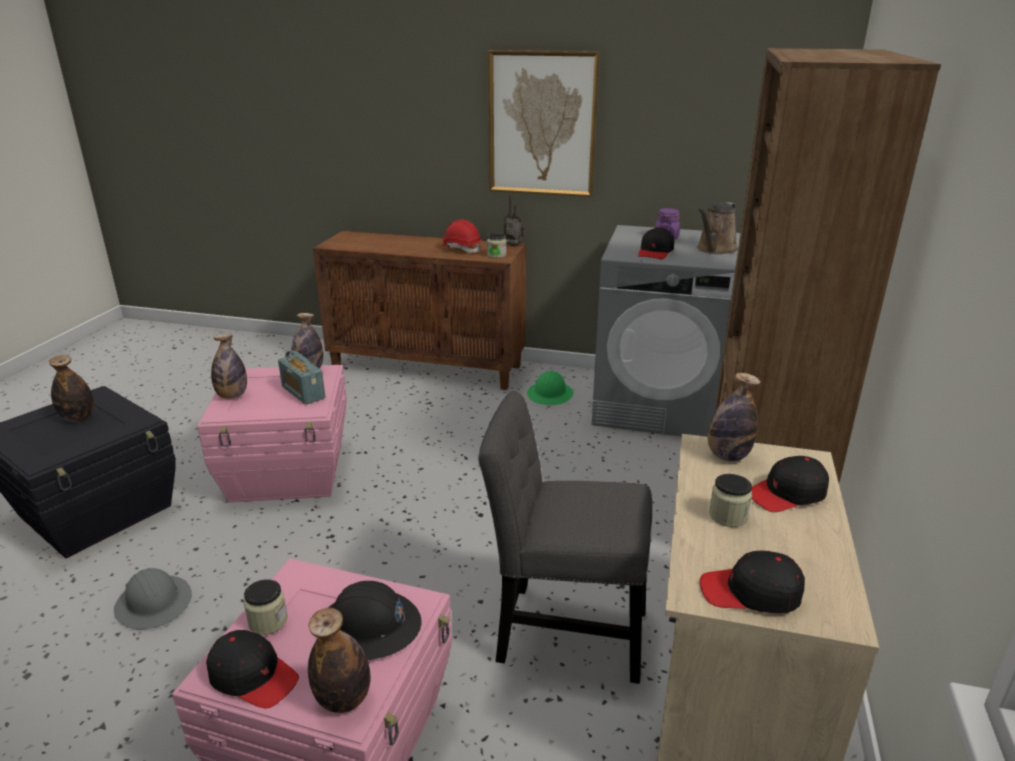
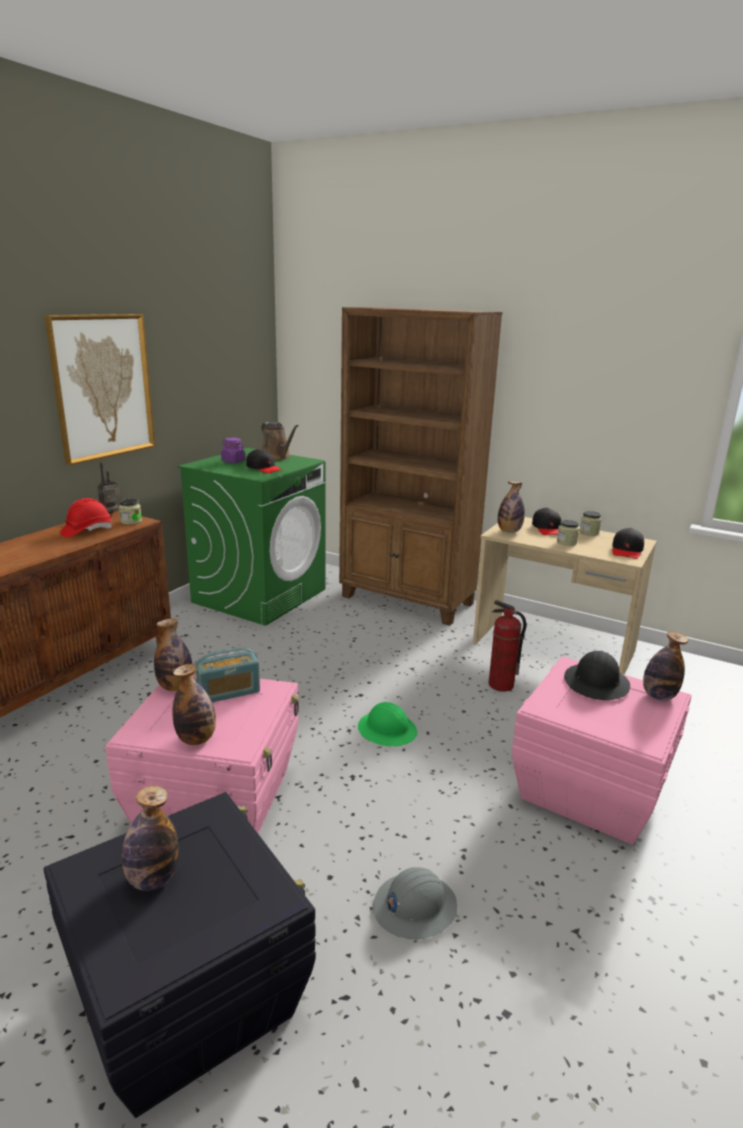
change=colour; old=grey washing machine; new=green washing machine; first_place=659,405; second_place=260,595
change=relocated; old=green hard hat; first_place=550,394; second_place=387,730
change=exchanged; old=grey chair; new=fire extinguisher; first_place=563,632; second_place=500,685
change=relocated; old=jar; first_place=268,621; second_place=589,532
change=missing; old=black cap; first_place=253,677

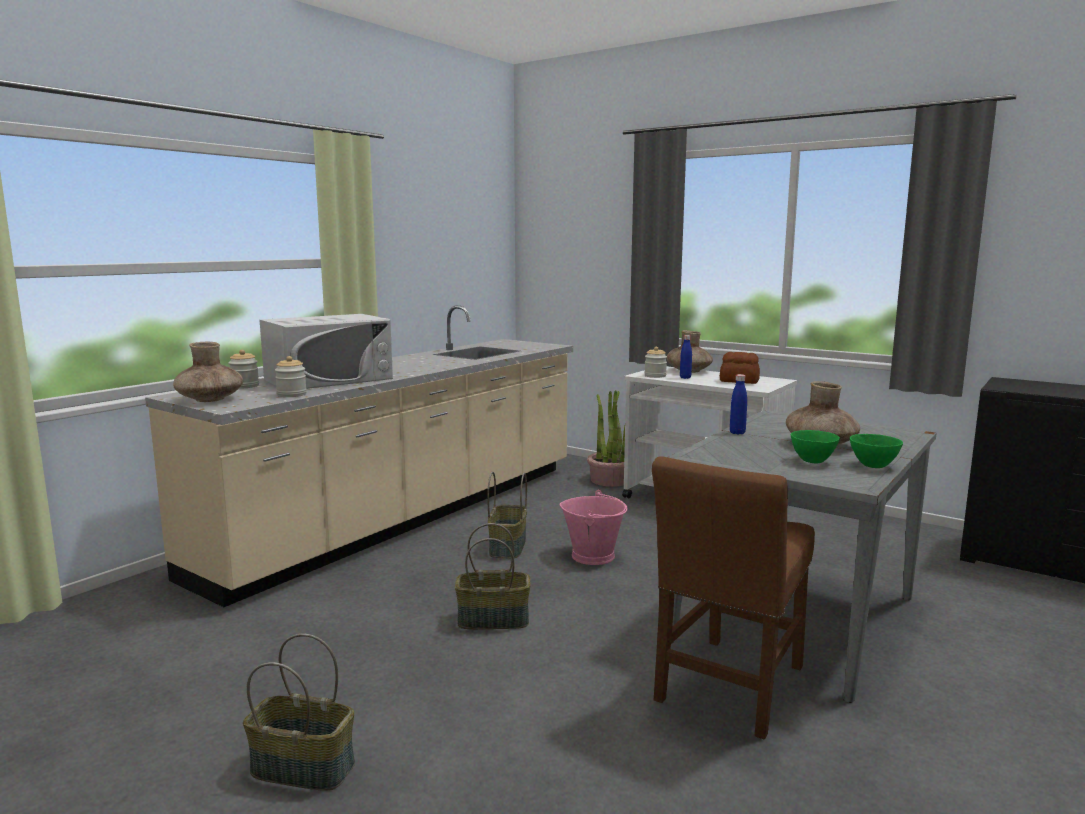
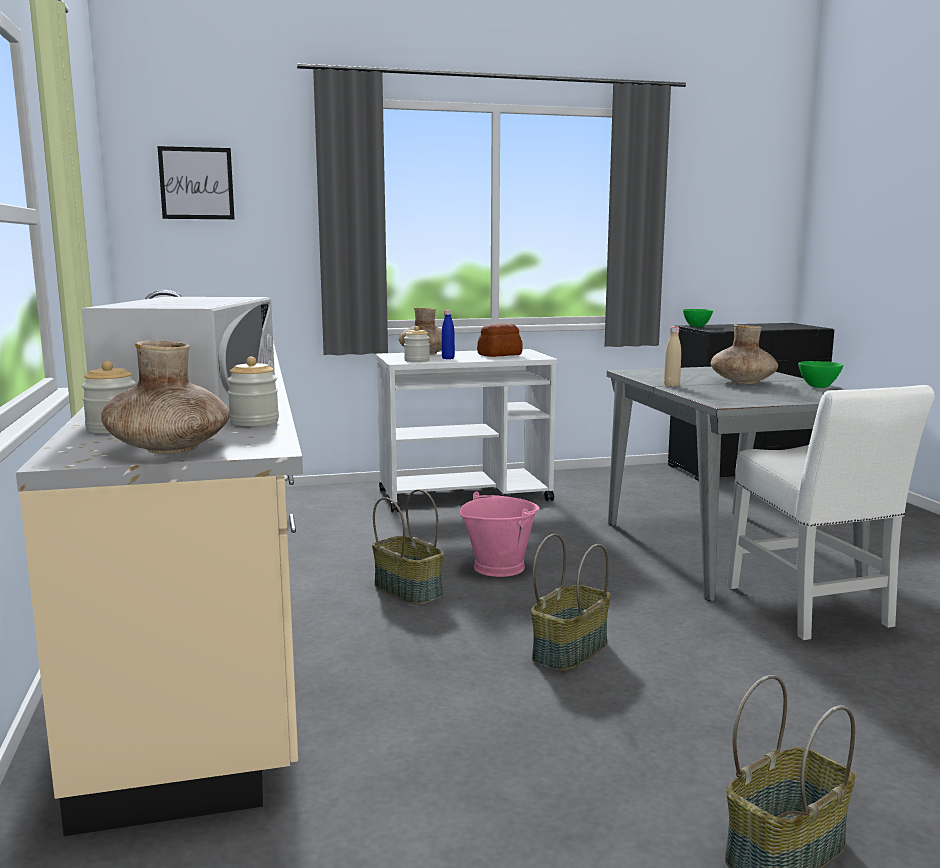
change=colour; old=blue bottle; new=beige bottle; first_place=737,433; second_place=671,385
change=missing; old=potted plant; first_place=610,480
change=relocated; old=green bowl; first_place=813,461; second_place=697,326
change=colour; old=brown chair; new=white chair; first_place=729,688; second_place=810,609
change=appeared; new=picture; second_place=196,183

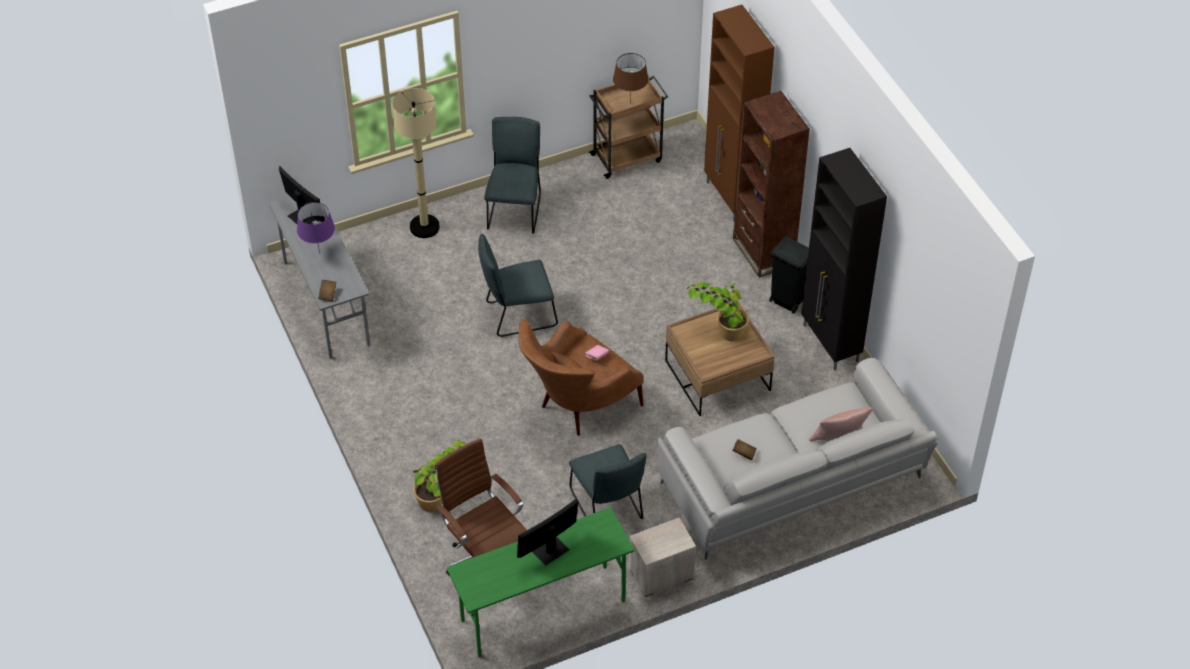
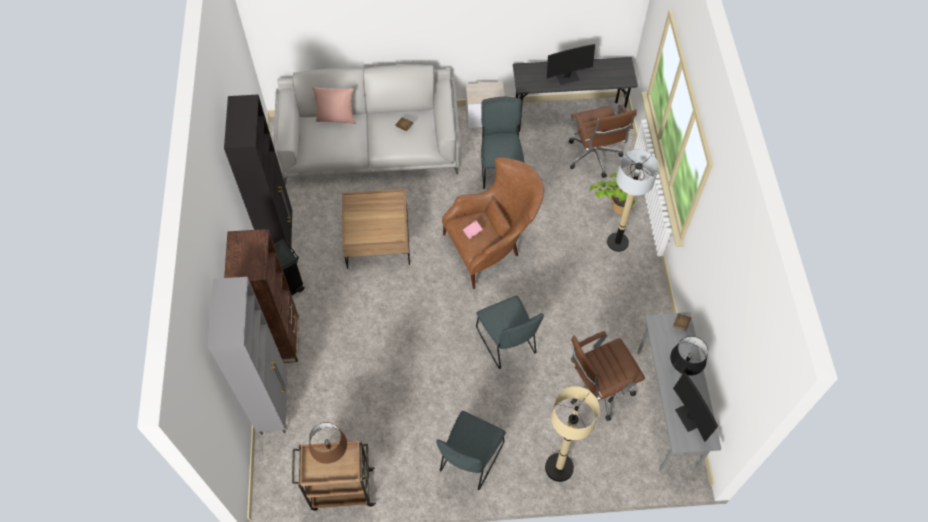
change=colour; old=brown cabinet; new=grey cabinet; first_place=731,199; second_place=274,405
change=colour; old=purple table lamp; new=black table lamp; first_place=319,252; second_place=681,372
change=spun; old=grey chair; first_place=518,315; second_place=507,343; degrees=60
change=missing; old=potted plant; first_place=719,328
change=colour; old=green desk; new=grey desk; first_place=542,612; second_place=568,116
change=appeared; new=floor lamp; second_place=617,242
change=appeared; new=brown office chair; second_place=597,390

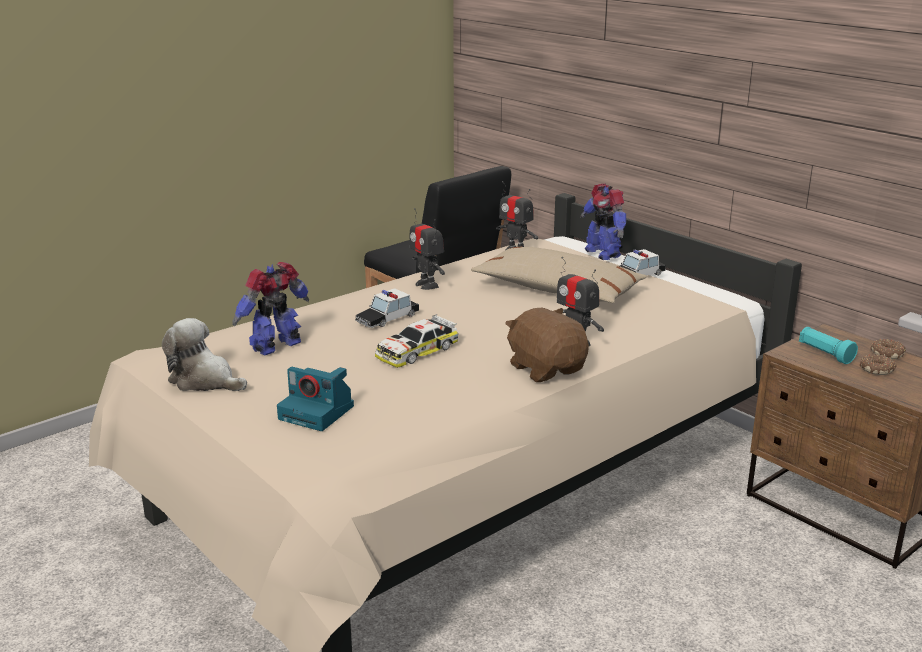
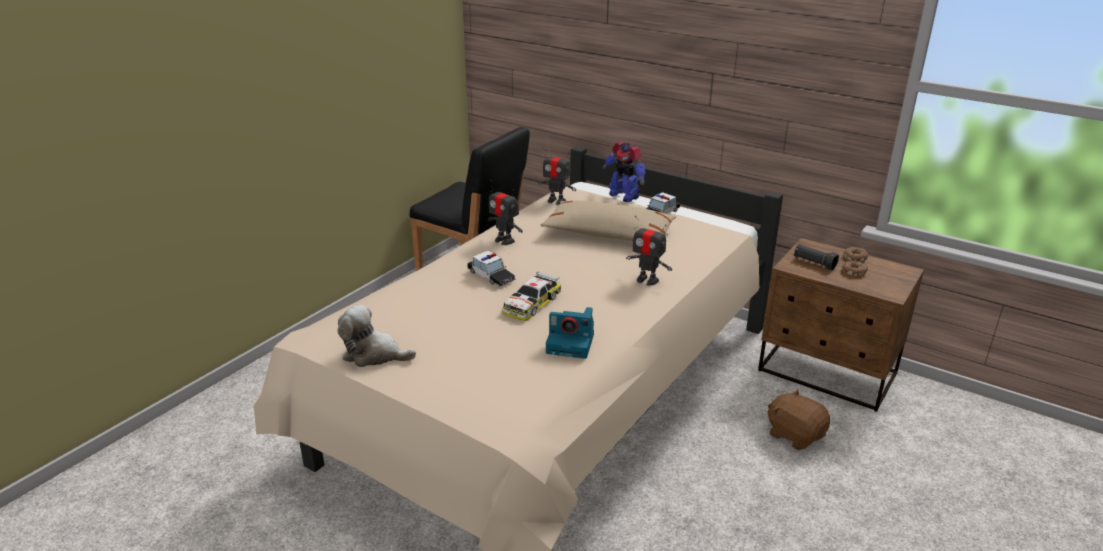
change=missing; old=toy robot; first_place=278,346
change=spun; old=toy car; first_place=387,318; second_place=491,276; degrees=-75
change=relocated; old=brown plush toy; first_place=546,369; second_place=795,435
change=colour; old=turquoise flashlight; new=black flashlight; first_place=825,354; second_place=814,263
change=relocated; old=photo camera; first_place=318,412; second_place=571,343

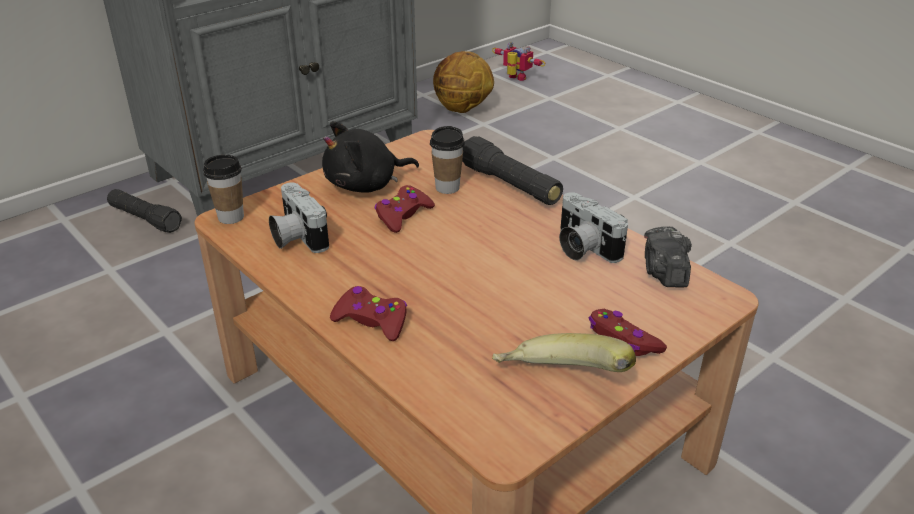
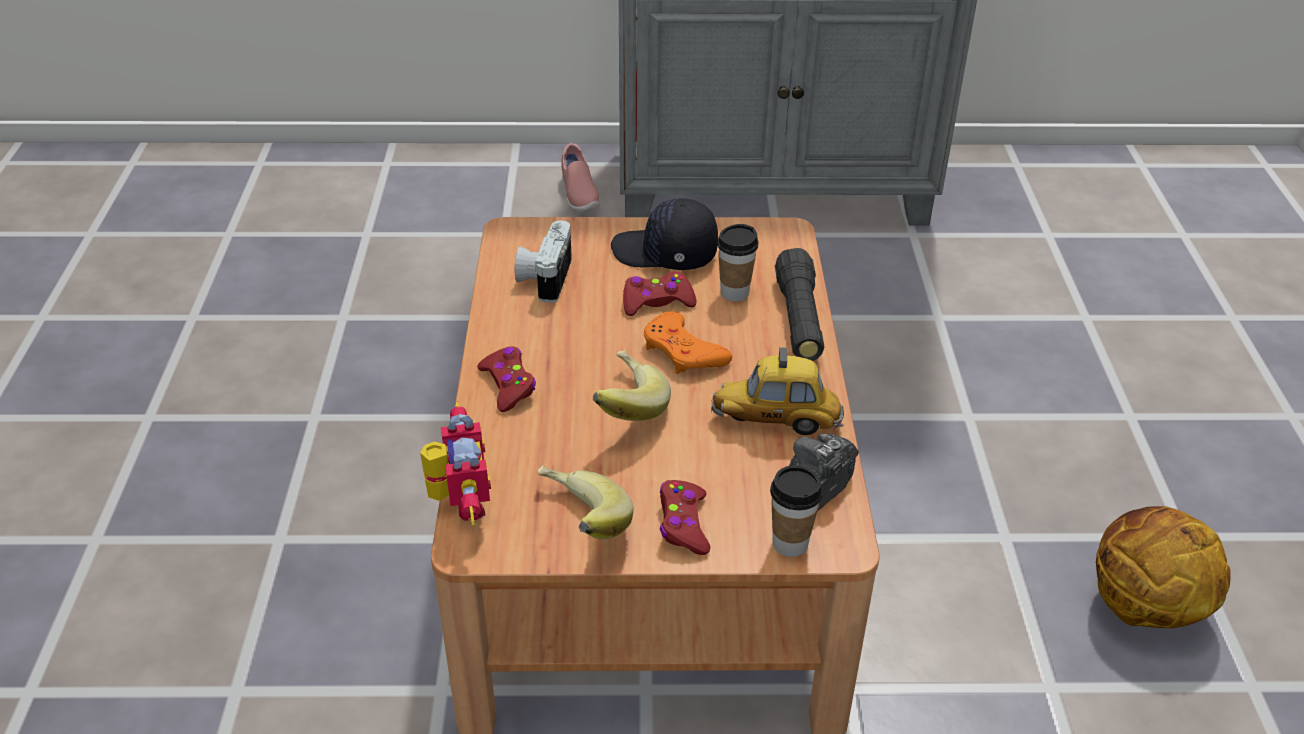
change=relocated; old=toy robot; first_place=515,79; second_place=459,504
change=relocated; old=basketball; first_place=462,110; second_place=1143,608
change=exchanged; old=black plush toy; new=black cap; first_place=366,185; second_place=664,254
change=relocated; old=cup; first_place=231,217; second_place=790,544
change=exchanged; old=black flashlight; new=pink shoe; first_place=145,219; second_place=578,195
change=exchanged; old=photo camera; new=toy car; first_place=582,247; second_place=776,420
change=appeared; new=orange game controller; second_place=683,351
change=appeared; new=banana; second_place=623,407

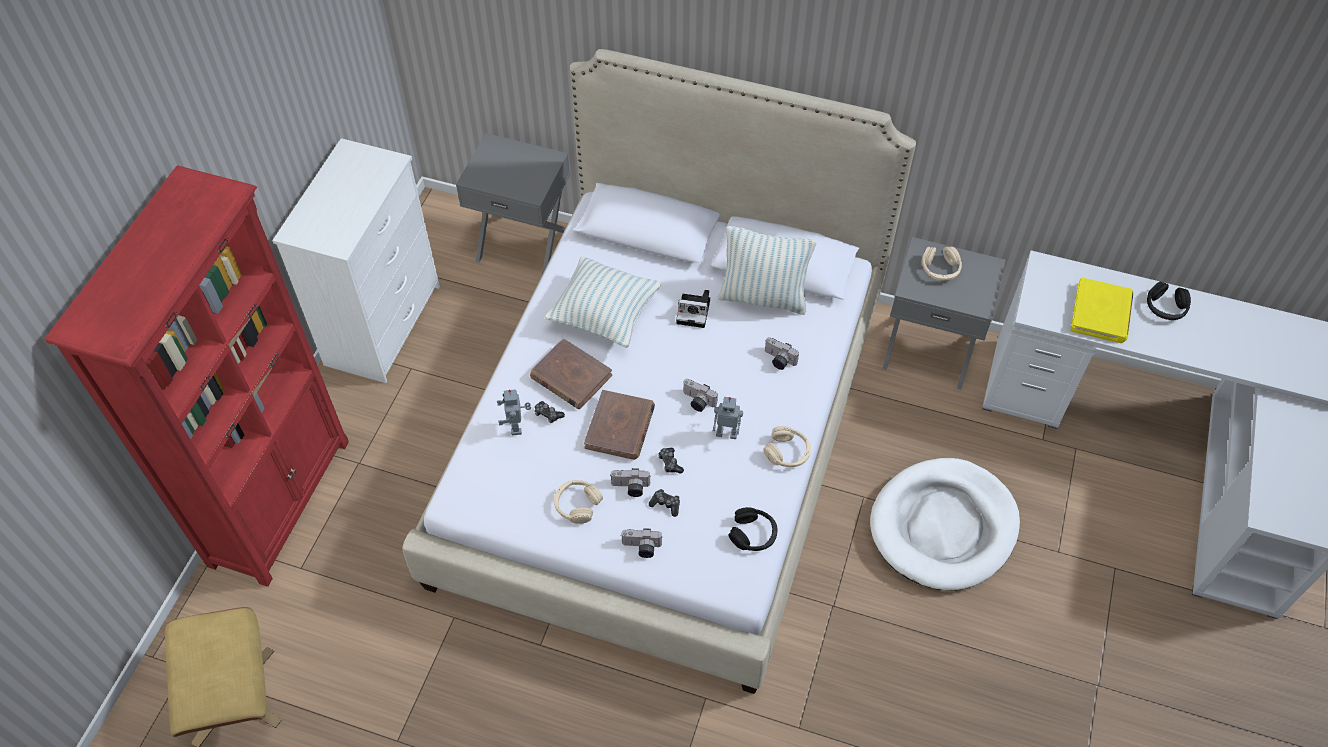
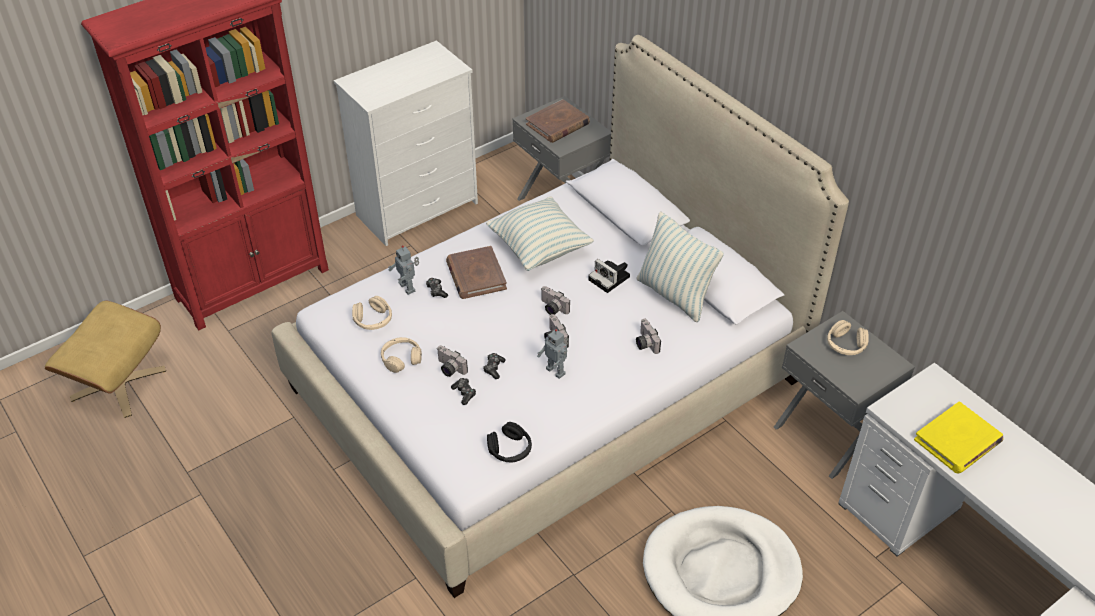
change=missing; old=black headphones; first_place=1165,307
change=spun; old=toy robot; first_place=517,426; second_place=408,287; degrees=-60
change=relocated; old=brown book; first_place=620,427; second_place=558,124
change=relocated; old=beige headphones; first_place=787,452; second_place=373,320
change=relocated; old=photo camera; first_place=641,548; second_place=552,308

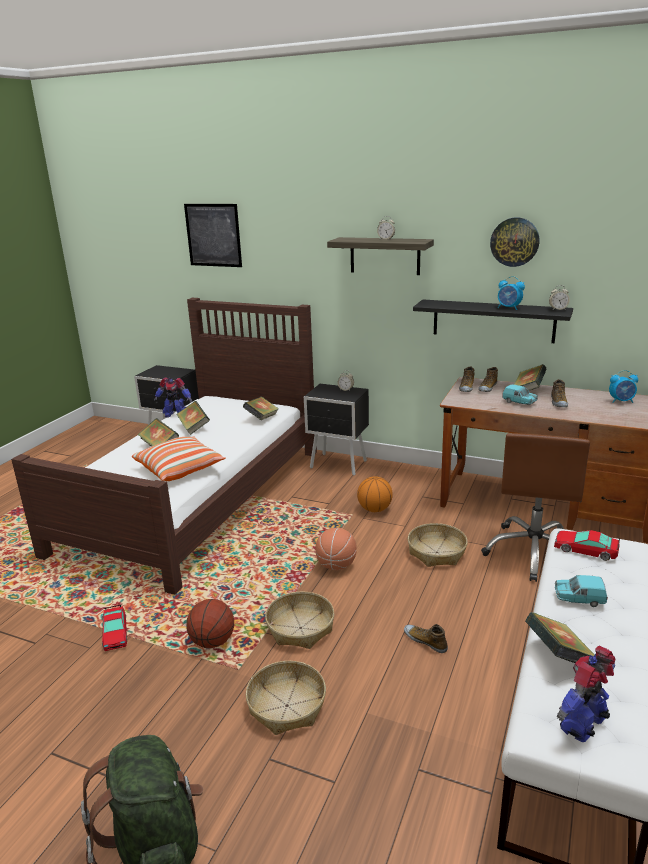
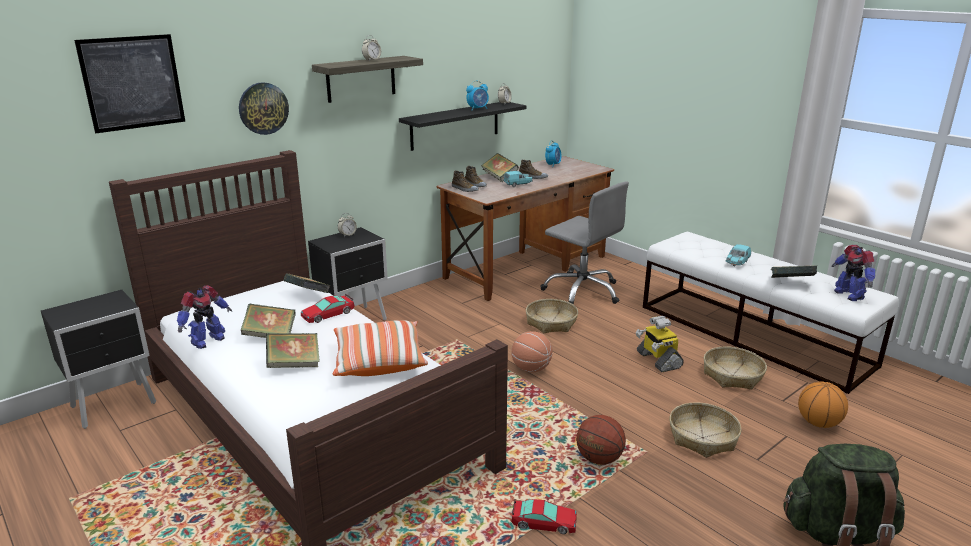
change=relocated; old=wall clock; first_place=514,242; second_place=263,108
change=colour; old=brown office chair; new=grey office chair; first_place=533,552; second_place=582,291
change=relocated; old=basketball; first_place=374,509; second_place=818,423
change=relocated; old=toy car; first_place=585,549; second_place=328,314
change=relocated; old=basket; first_place=301,628; second_place=732,375
change=exchanged; old=shoe; new=toy robot; first_place=425,641; second_place=658,360

